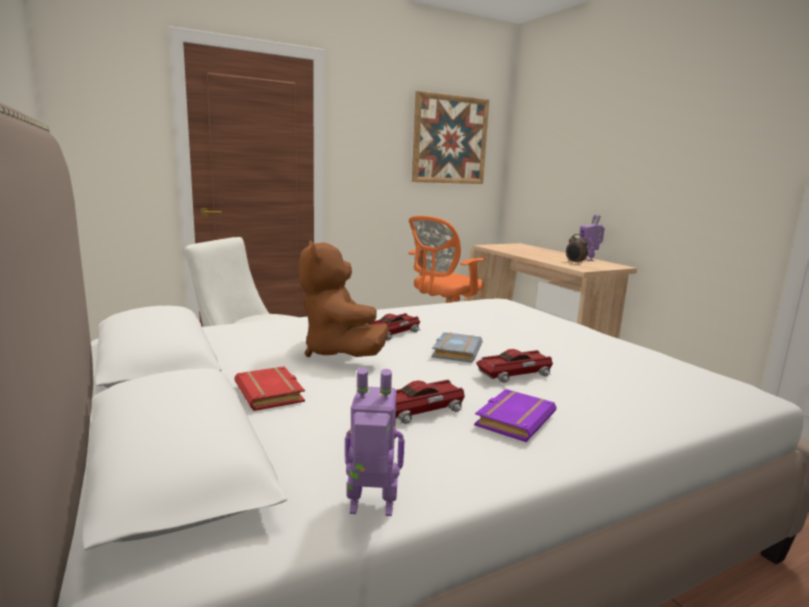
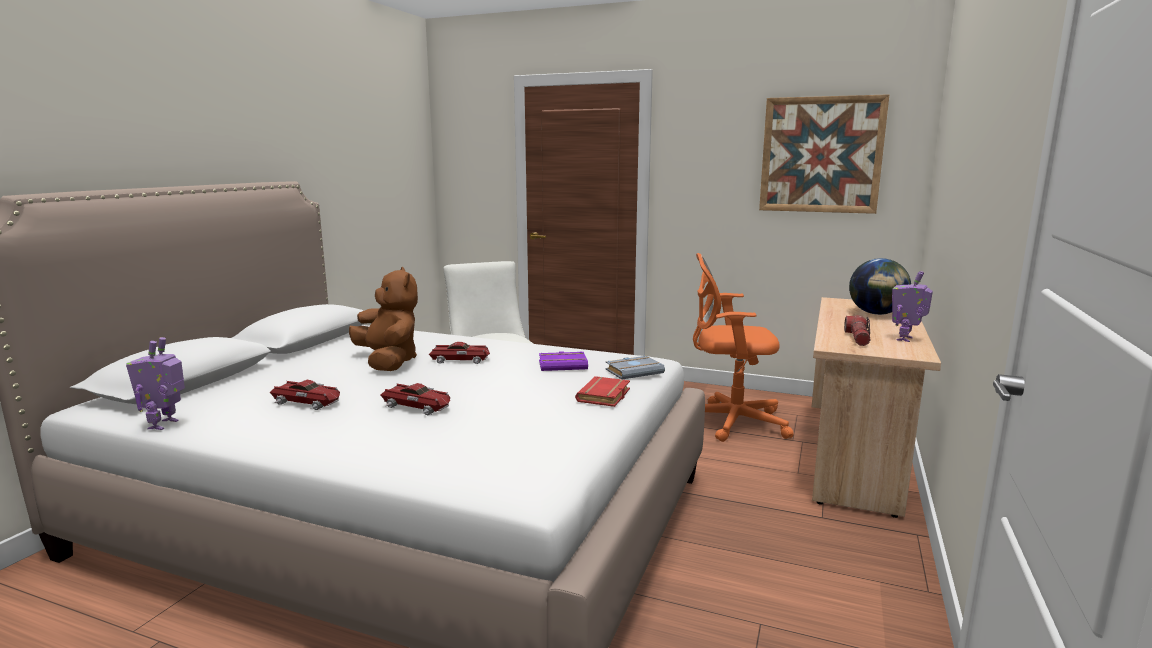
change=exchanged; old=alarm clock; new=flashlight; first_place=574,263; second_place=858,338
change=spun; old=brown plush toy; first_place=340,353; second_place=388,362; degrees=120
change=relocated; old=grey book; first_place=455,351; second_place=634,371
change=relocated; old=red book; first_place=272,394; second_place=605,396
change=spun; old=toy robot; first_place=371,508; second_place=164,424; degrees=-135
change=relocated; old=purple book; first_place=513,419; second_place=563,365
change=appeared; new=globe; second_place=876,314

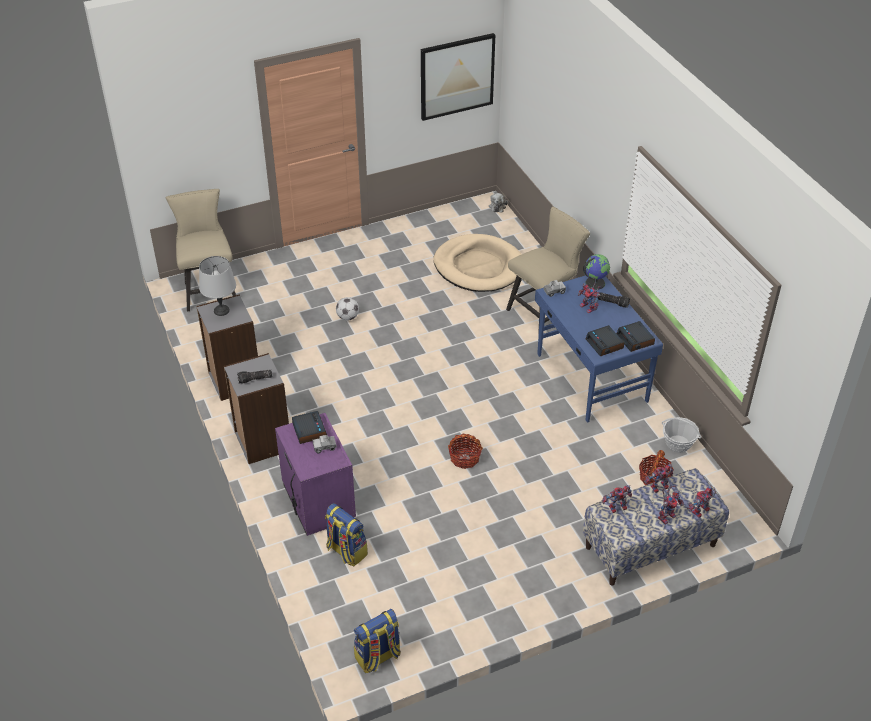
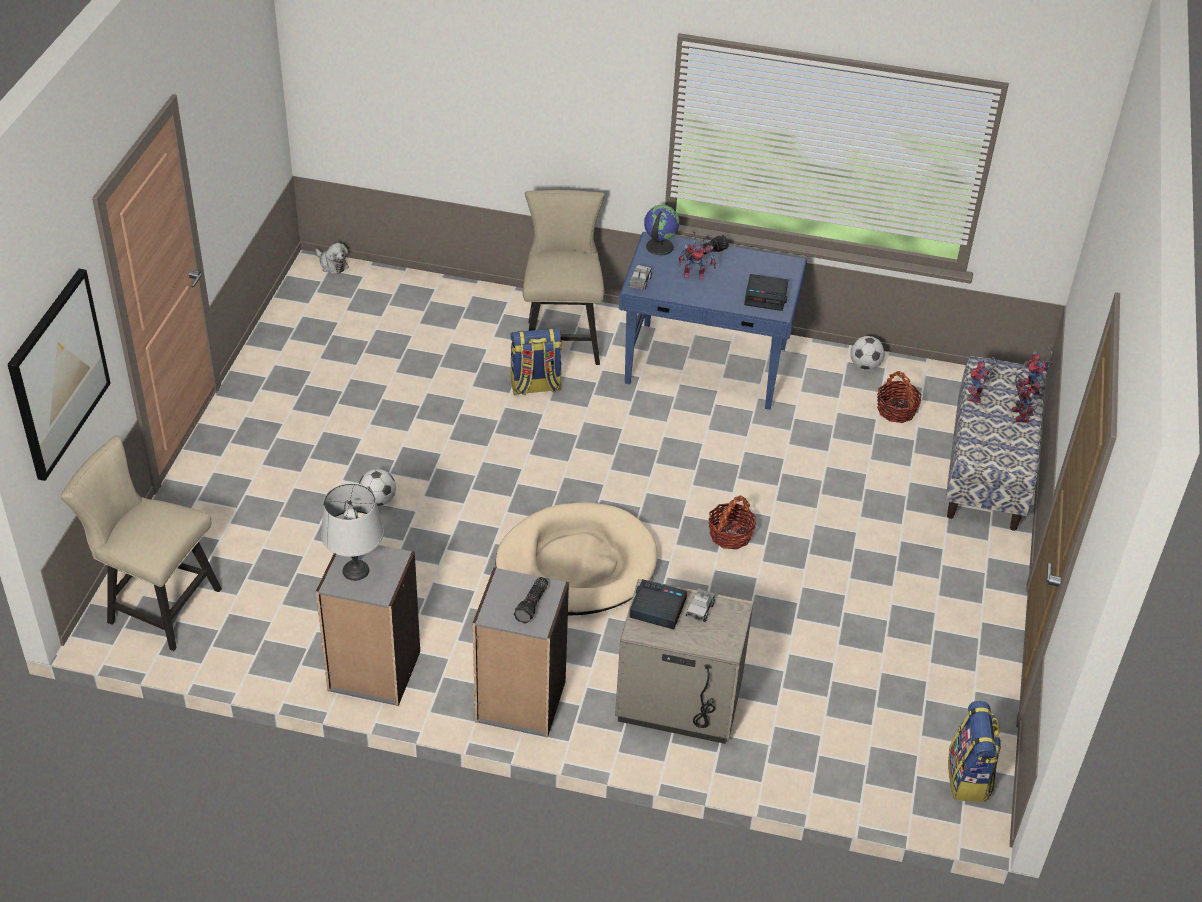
change=relocated; old=picture; first_place=456,76; second_place=58,373
change=relocated; old=beige dog bed; first_place=478,267; second_place=576,565
change=missing; old=alarm clock; first_place=635,340
change=colour; old=purple nightstand; new=beige nightstand; first_place=317,502; second_place=678,704
change=exchanged; old=basket; new=football; first_place=678,444; second_place=865,365
change=missing; old=toy robot; first_place=616,509
change=relocated; old=backpack; first_place=346,551; second_place=535,386

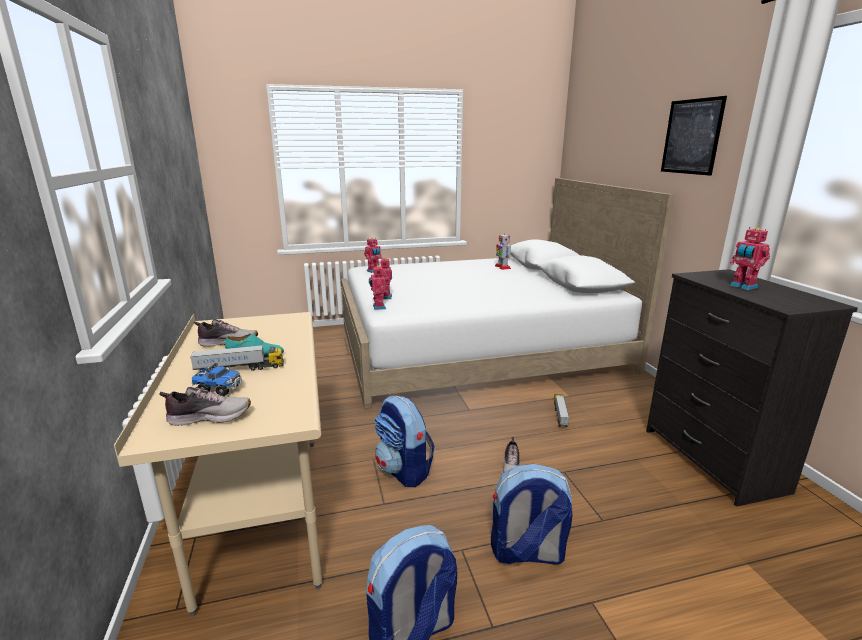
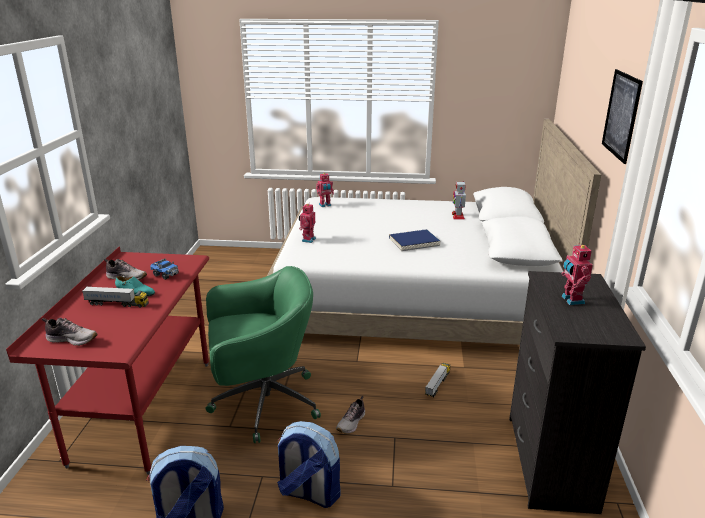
change=missing; old=toy robot; first_place=378,307
change=colour; old=beige desk; new=red desk; first_place=264,511; second_place=144,410
change=relocated; old=toy truck; first_place=219,389; second_place=165,274
change=exchanged; old=backpack; new=green office chair; first_place=404,470; second_place=262,403
change=appeared; new=blue book; second_place=414,242

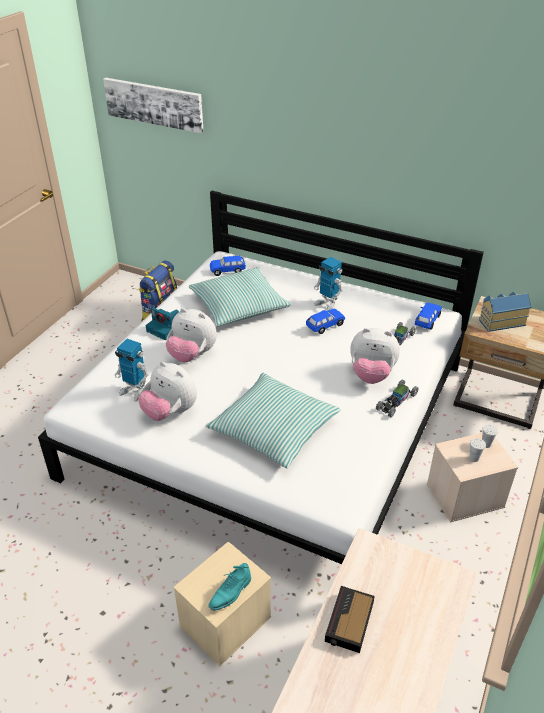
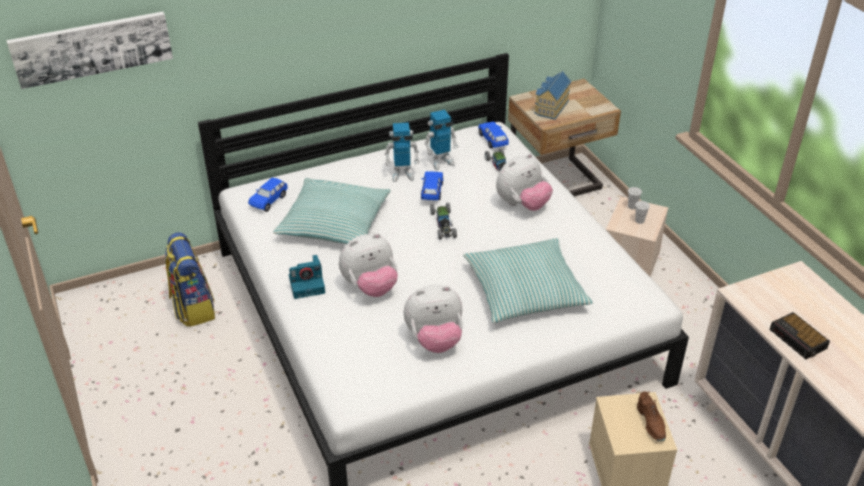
change=relocated; old=toy robot; first_place=134,391; second_place=441,162
change=relocated; old=toy car; first_place=396,402; second_place=443,225
change=colour; old=turquoise shoe; new=brown shoe; first_place=230,593; second_place=651,423

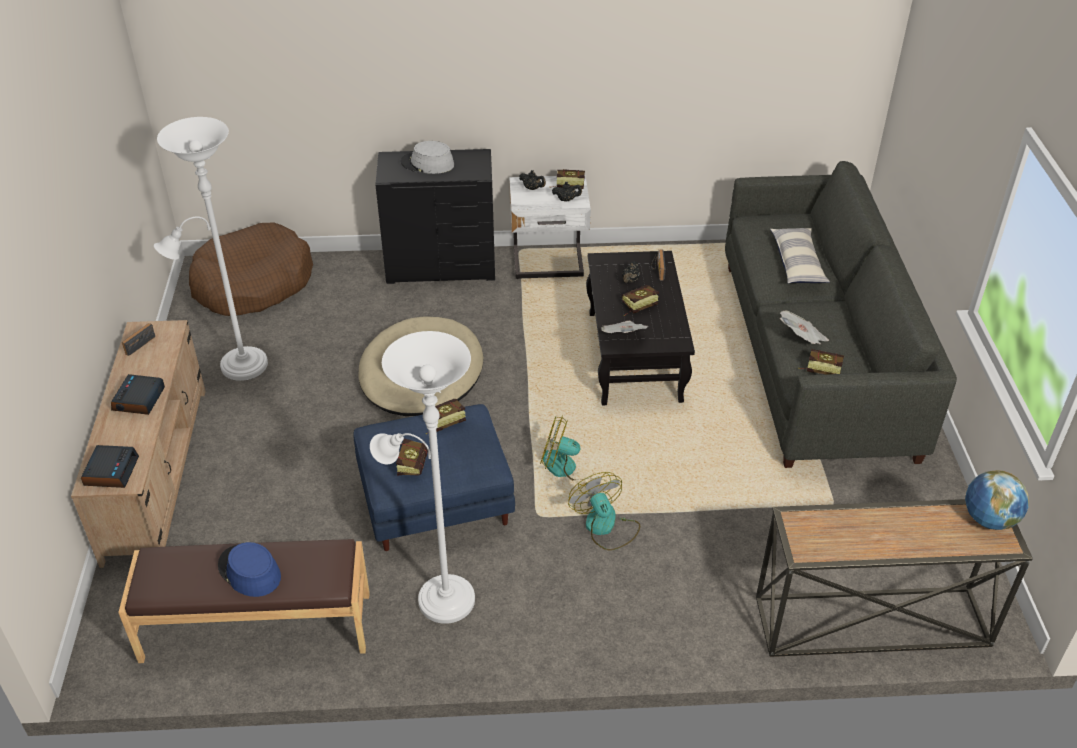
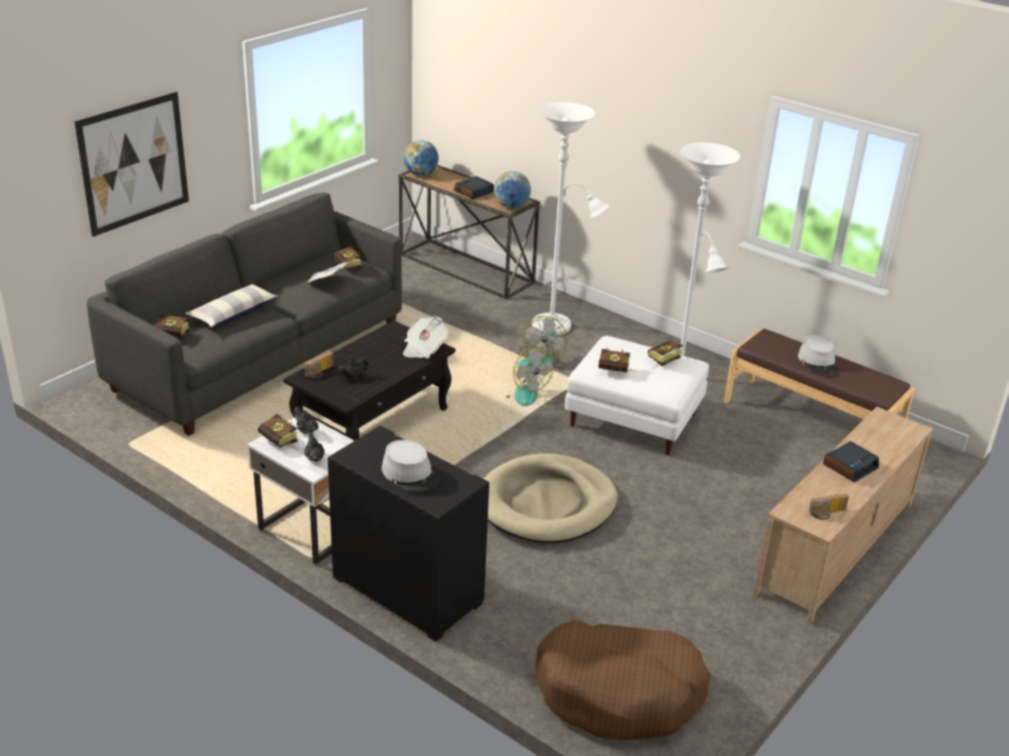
change=relocated; old=white floor lamp; first_place=238,367; second_place=557,326
change=relocated; old=book; first_place=636,307; second_place=175,336
change=colour; old=blue ottoman; new=white ottoman; first_place=434,503; second_place=635,420
change=relocated; old=alarm clock; first_place=111,471; second_place=473,192
change=colour; old=blue hat; new=grey hat; first_place=249,572; second_place=818,362
change=appeared; new=picture; second_place=134,163
change=appeared; new=globe; second_place=511,207

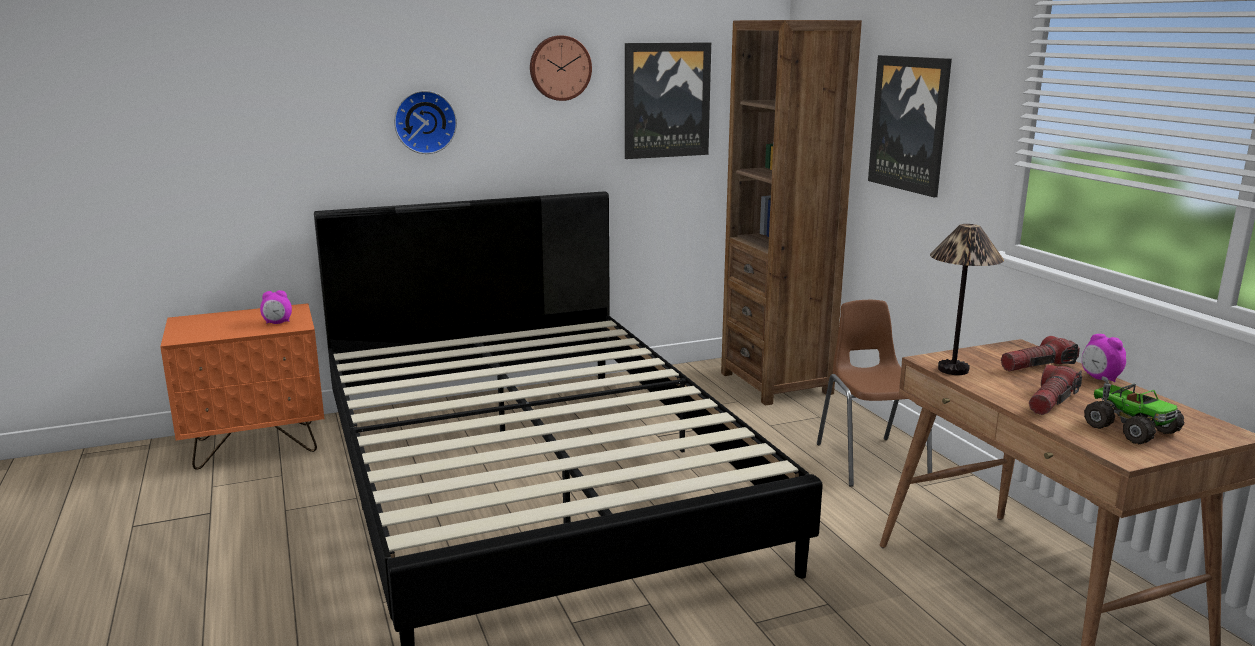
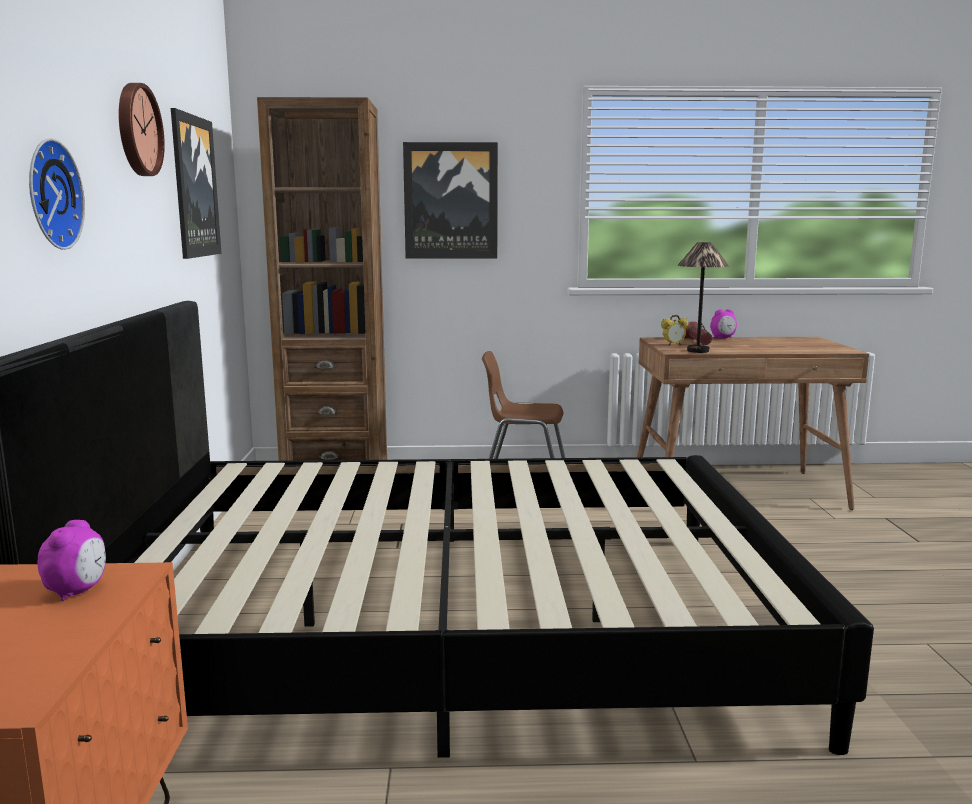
change=missing; old=flashlight; first_place=1051,402
change=missing; old=toy truck; first_place=1129,429
change=appeared; new=alarm clock; second_place=673,345

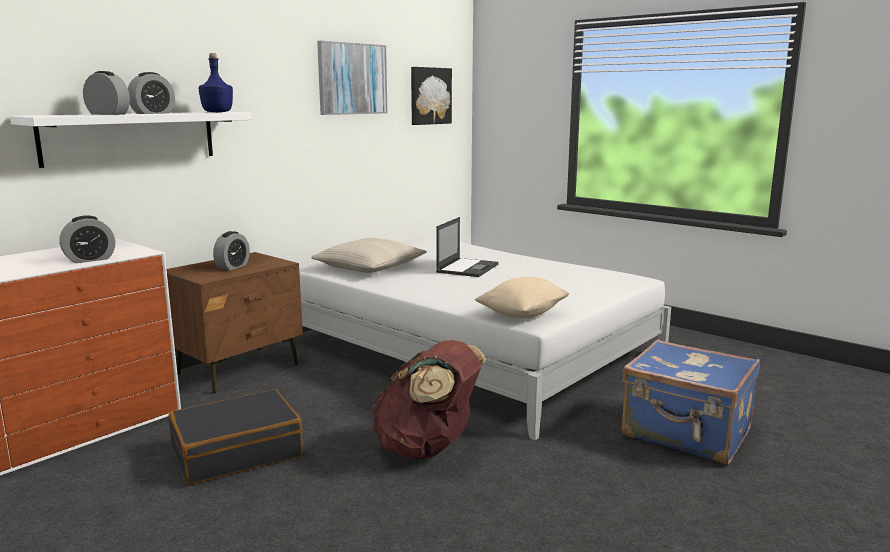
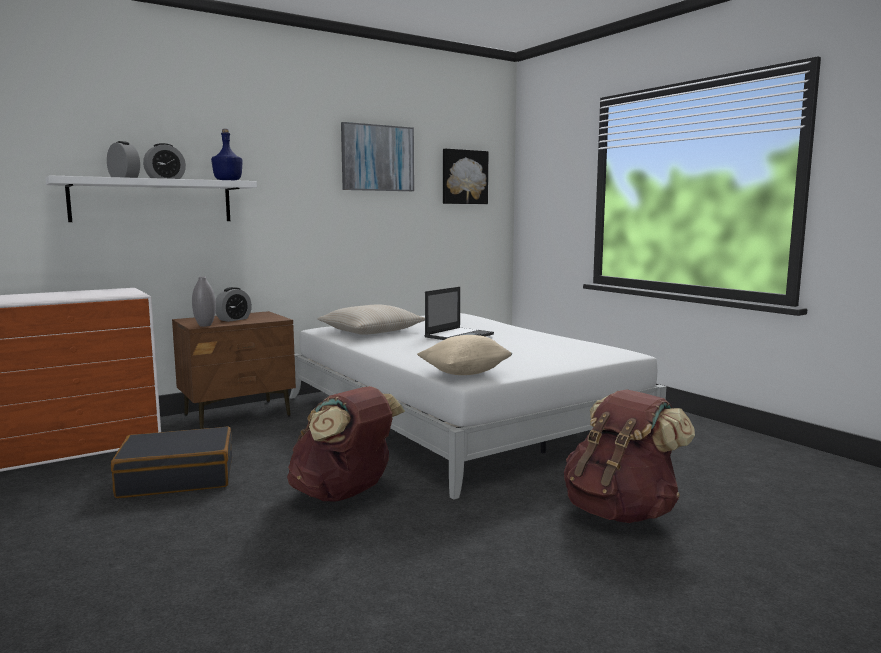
change=missing; old=alarm clock; first_place=90,259
change=exchanged; old=blue suitcase; new=brown backpack; first_place=686,434; second_place=621,512
change=appeared; new=grey vase; second_place=205,325

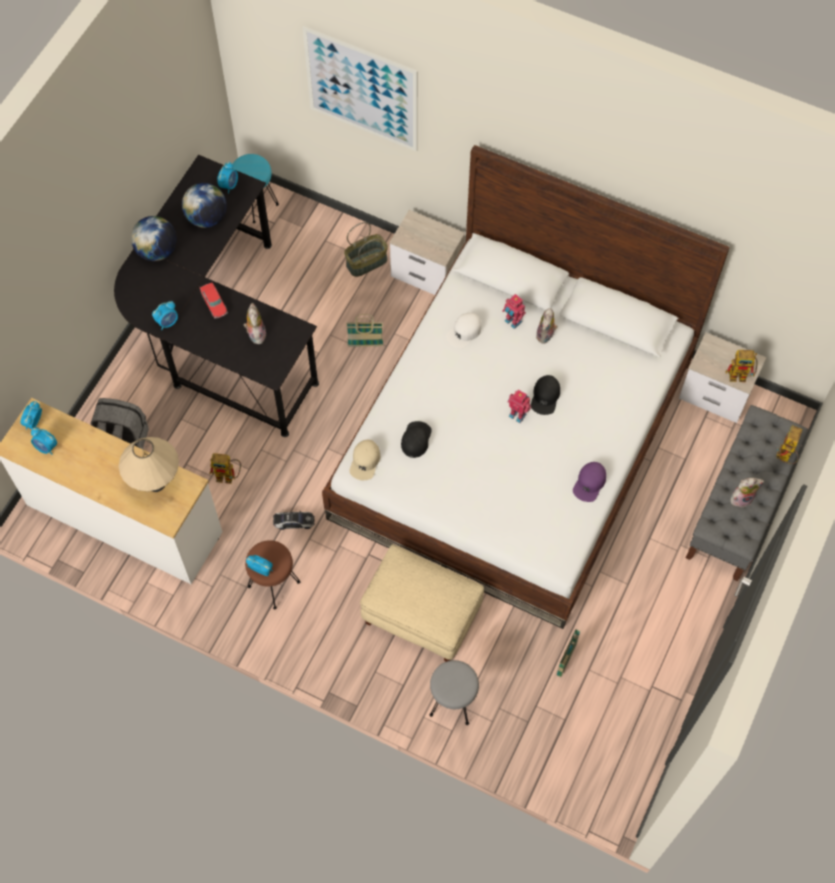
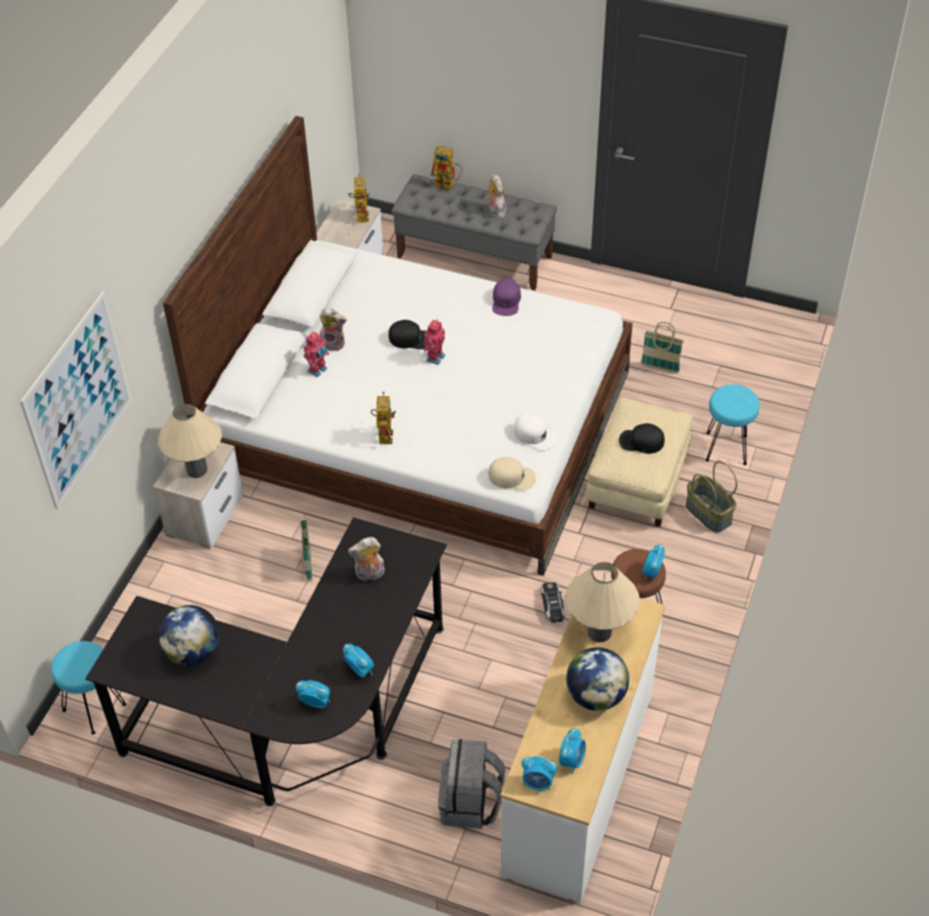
change=relocated; old=alarm clock; first_place=229,185; second_place=315,703
change=relocated; old=globe; first_place=157,251; second_place=596,696
change=relocated; old=basket; first_place=366,262; second_place=707,513
change=missing; old=toy car; first_place=214,303
change=relocated; old=white cap; first_place=464,332; second_place=535,435
change=relocated; old=black cap; first_place=416,439; second_place=641,441
change=relocated; old=toy robot; first_place=229,476; second_place=384,433
change=spun; old=purple cap; first_place=589,483; second_place=506,301; degrees=75
change=colour; old=grey stool; new=turquoise stool; first_place=452,702; second_place=727,448
change=appeared; new=beige table lamp; second_place=197,470

